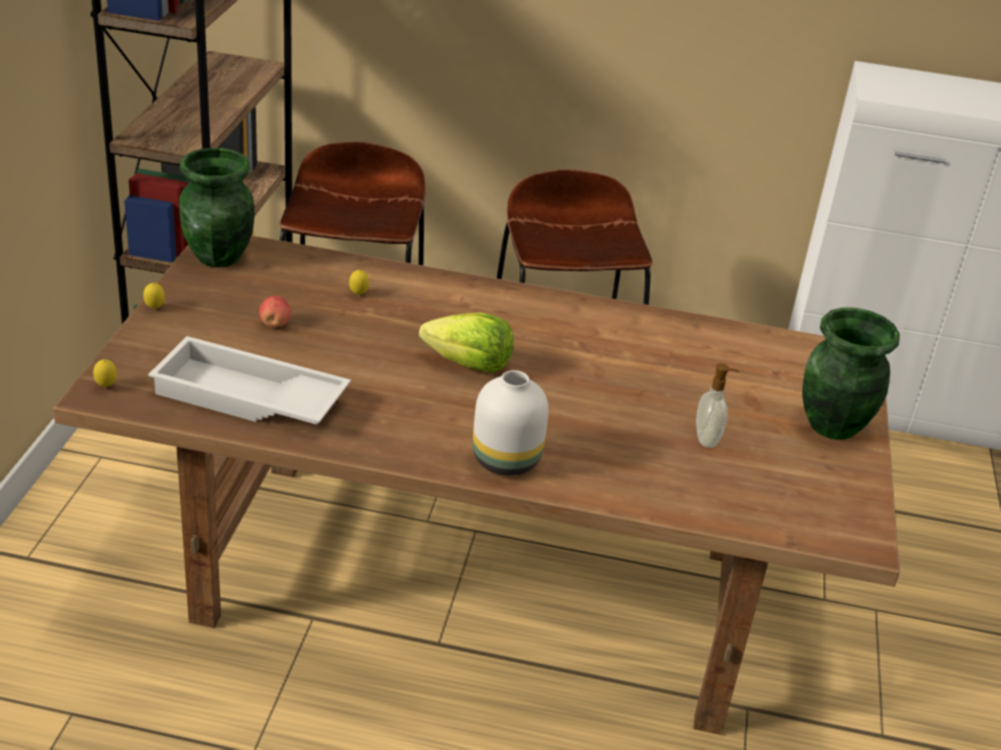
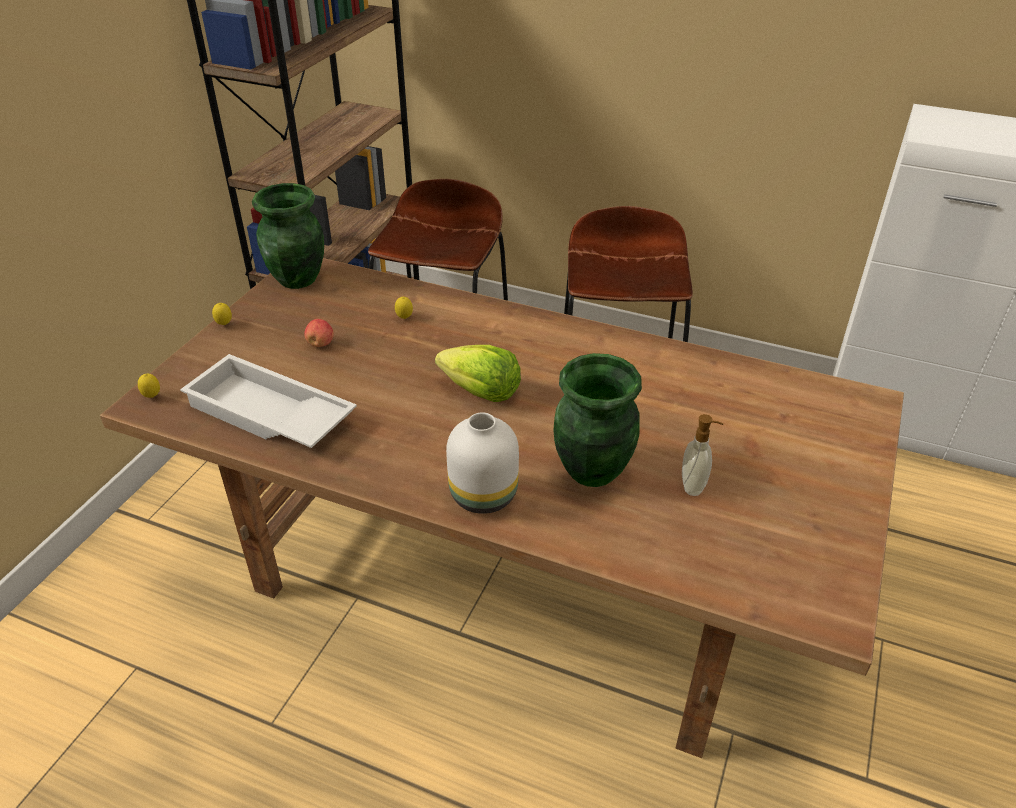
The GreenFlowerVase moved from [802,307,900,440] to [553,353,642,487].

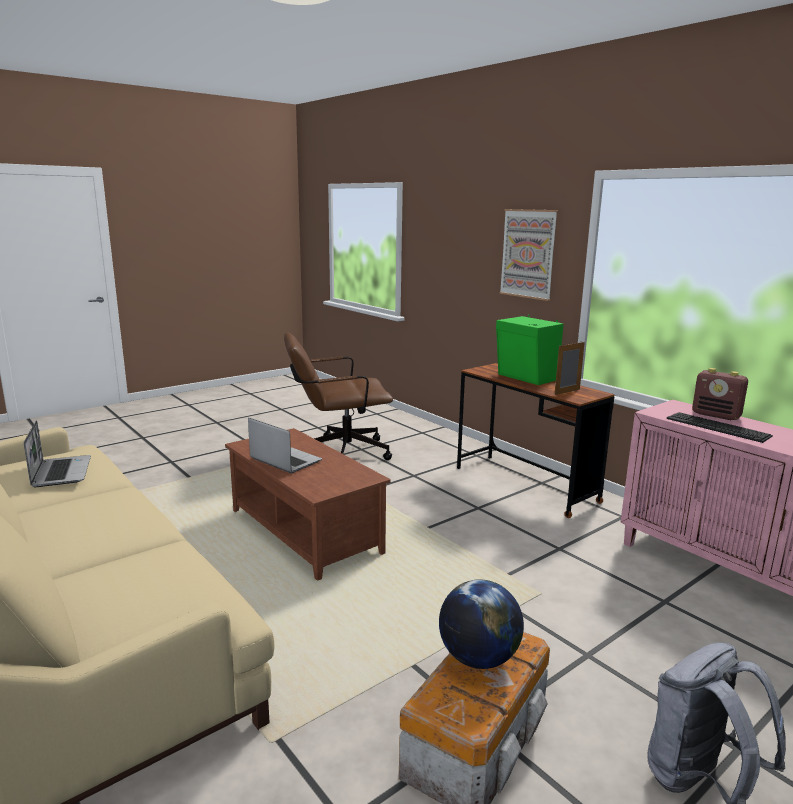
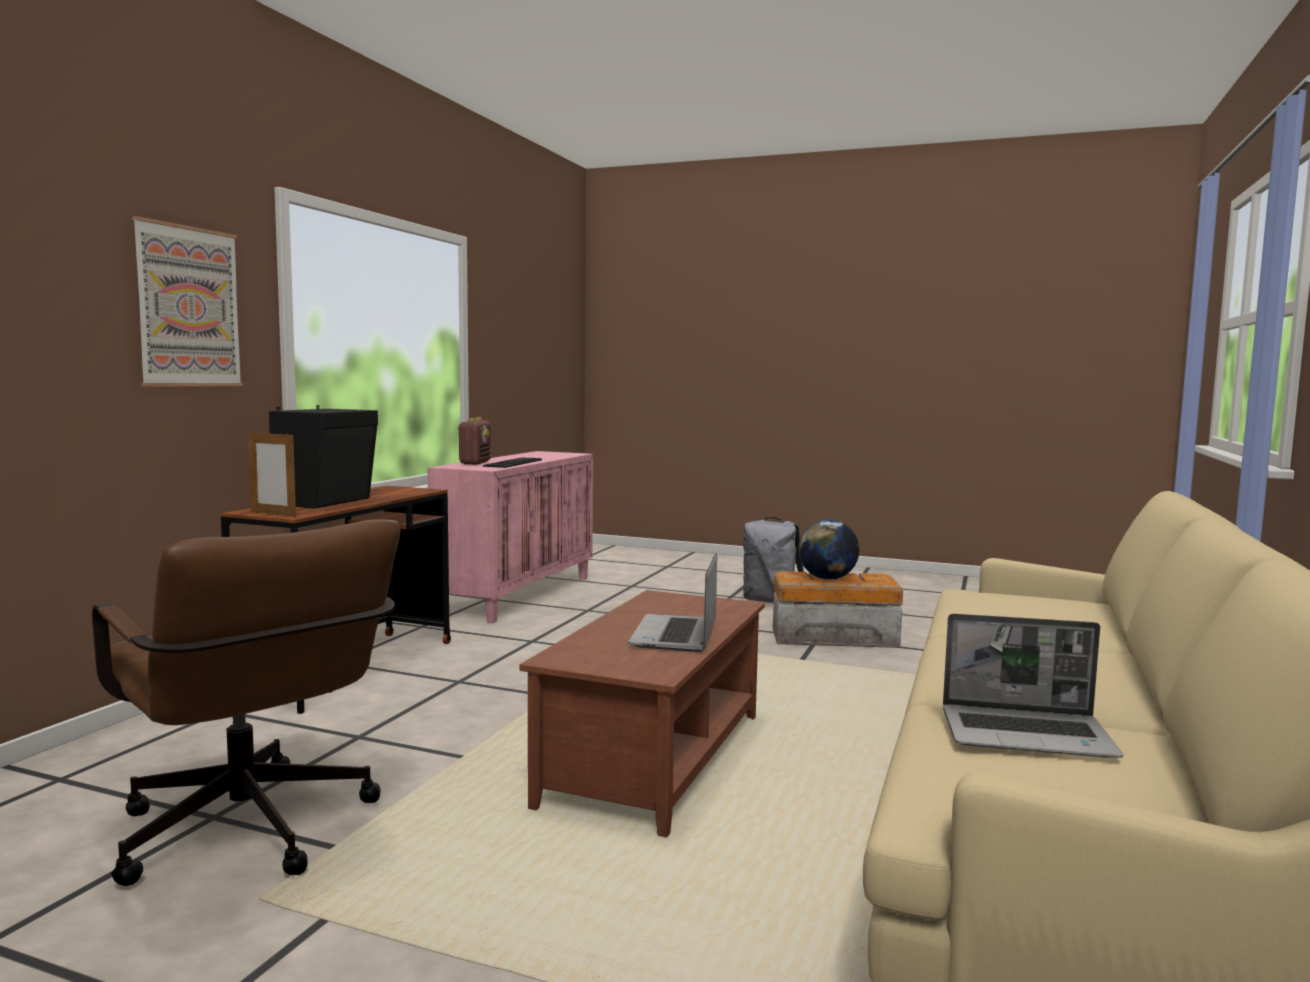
The PictureFrame moved from [554,342,585,395] to [248,432,296,517].
The GreenLoudspeaker at [496,315,564,385] became the BlackishLoudspeaker at [269,405,378,509].
The NotebookComputer at [24,420,91,487] turned 120 degrees counterclockwise.

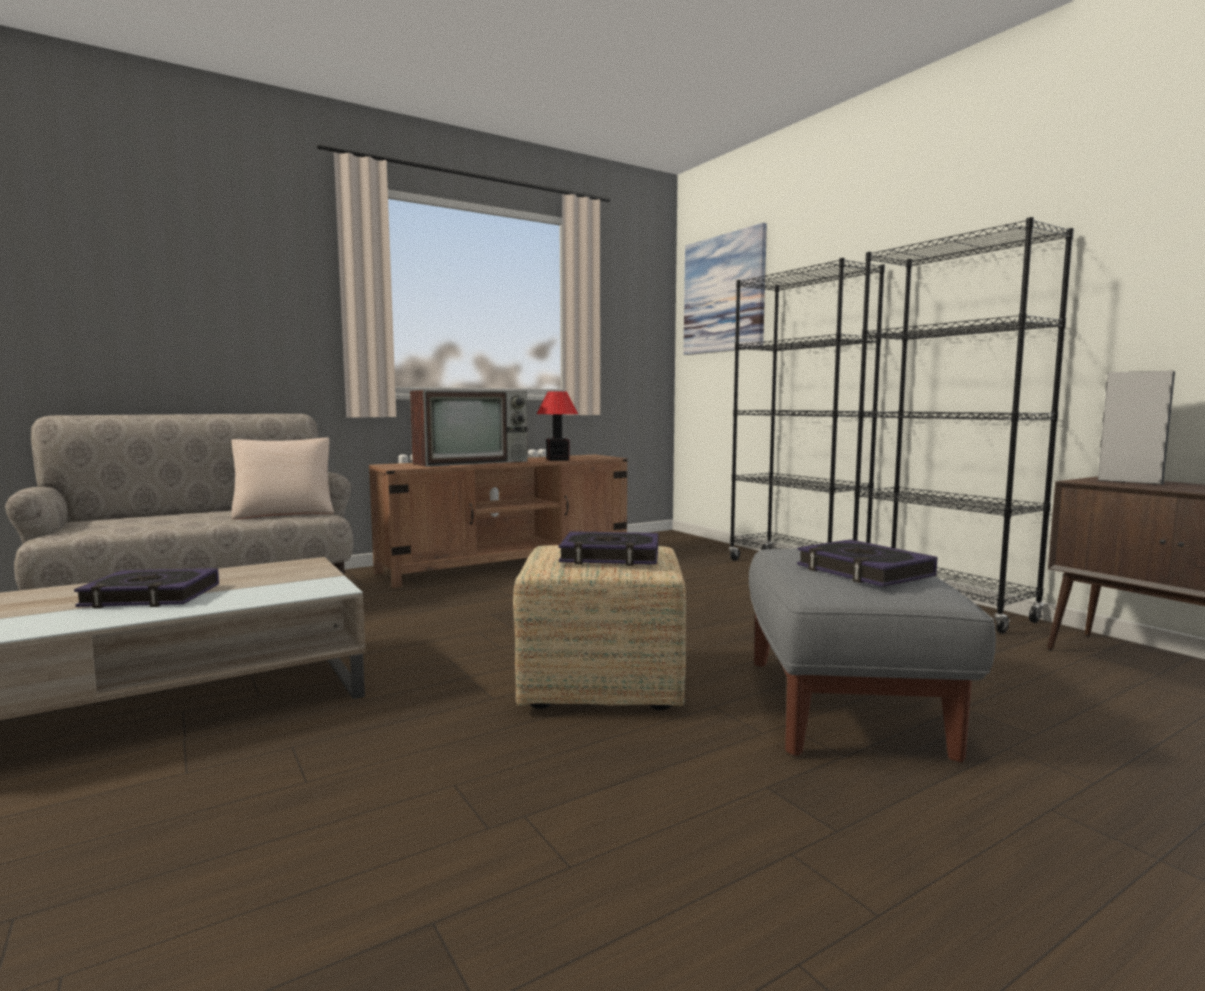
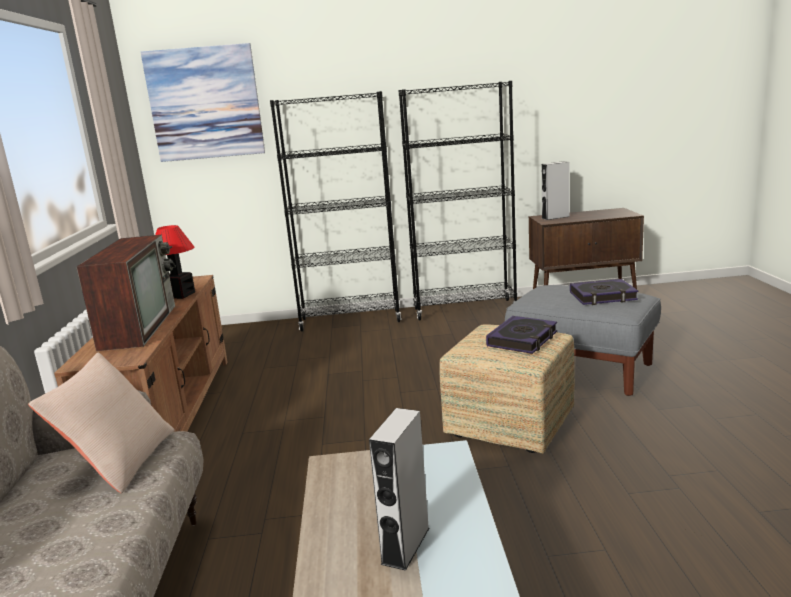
The Book at [74,568,219,609] was replaced by the GreyLoudspeaker at [369,408,429,571].

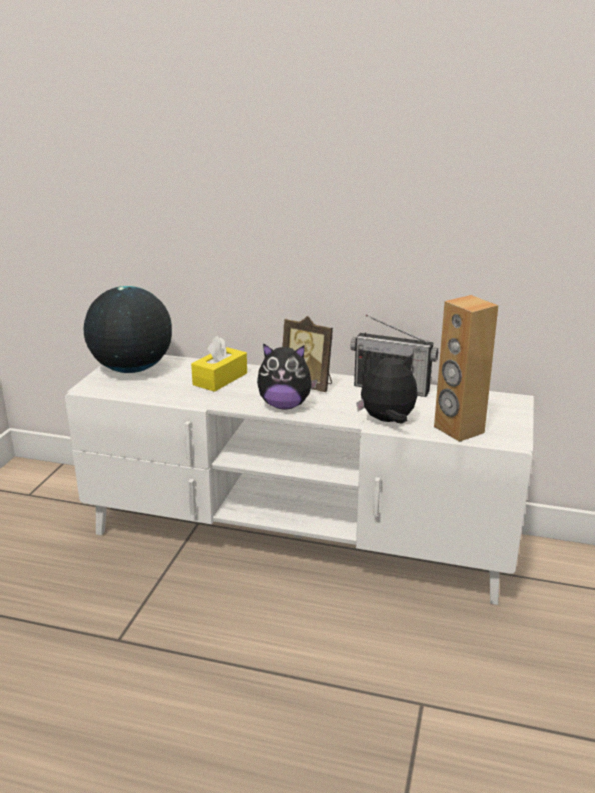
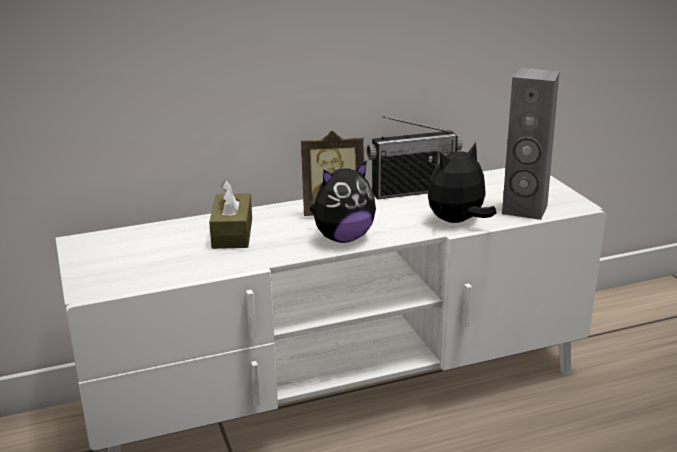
The Globe at [84,286,172,373] disappeared.
The YellowishTissueHolder at [191,336,247,392] became the BrownishTissueHolder at [209,180,252,249].
The BrownishLoudspeaker at [434,295,498,442] became the GreyLoudspeaker at [502,68,560,220].

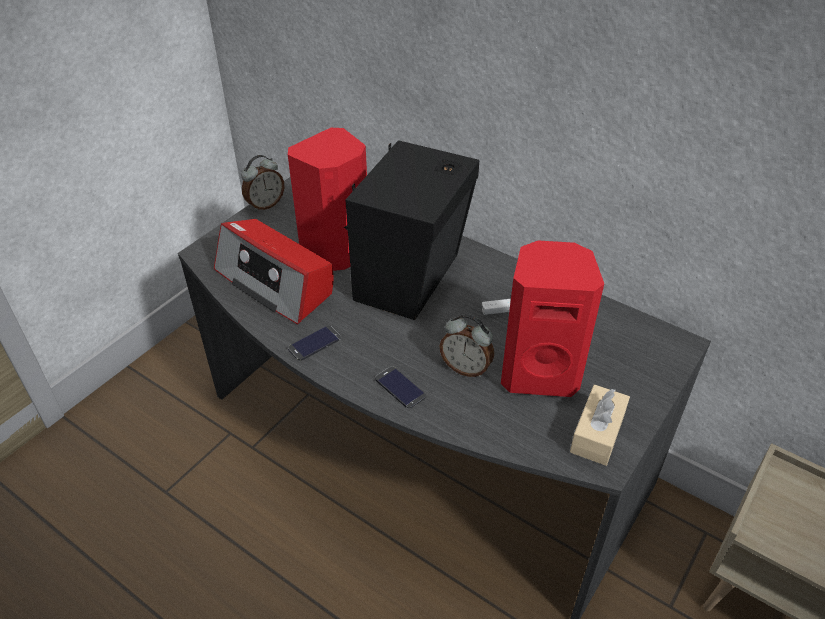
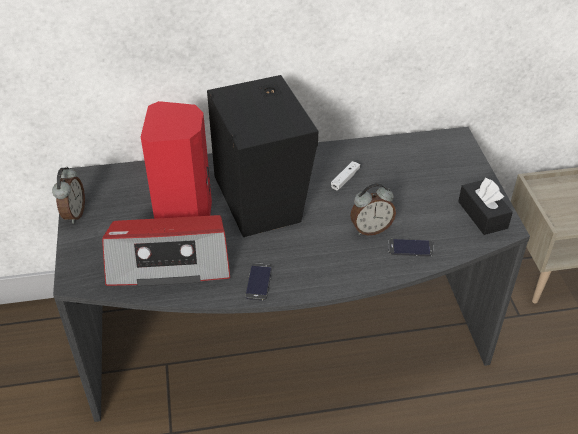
The RedLoudspeaker at [501,241,604,397] disappeared.
The Handset moved from [375,366,426,409] to [388,239,434,257].
The SandColouredTissueHolder at [570,385,630,466] became the BlackishTissueHolder at [458,178,513,235].

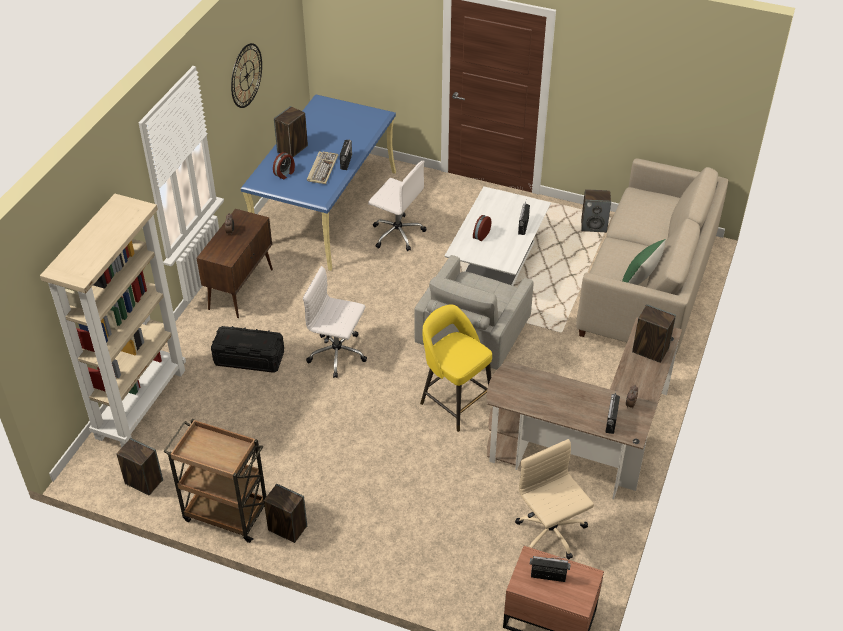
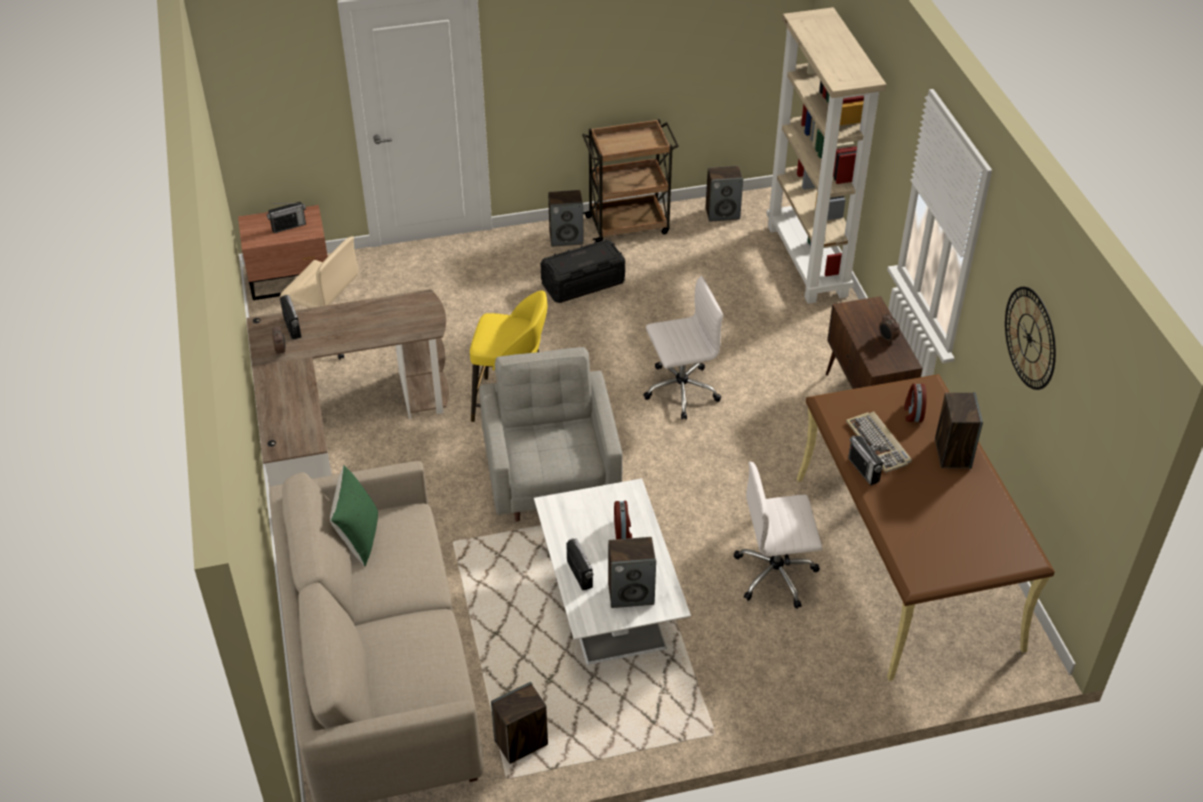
The BlackishStorageBin moved from [211,326,284,373] to [541,240,625,303].
The Loudspeaker moved from [632,304,676,363] to [608,537,656,608].
The BlueDeskUnit at [241,95,396,271] became the BrownishDeskUnit at [797,374,1055,681].

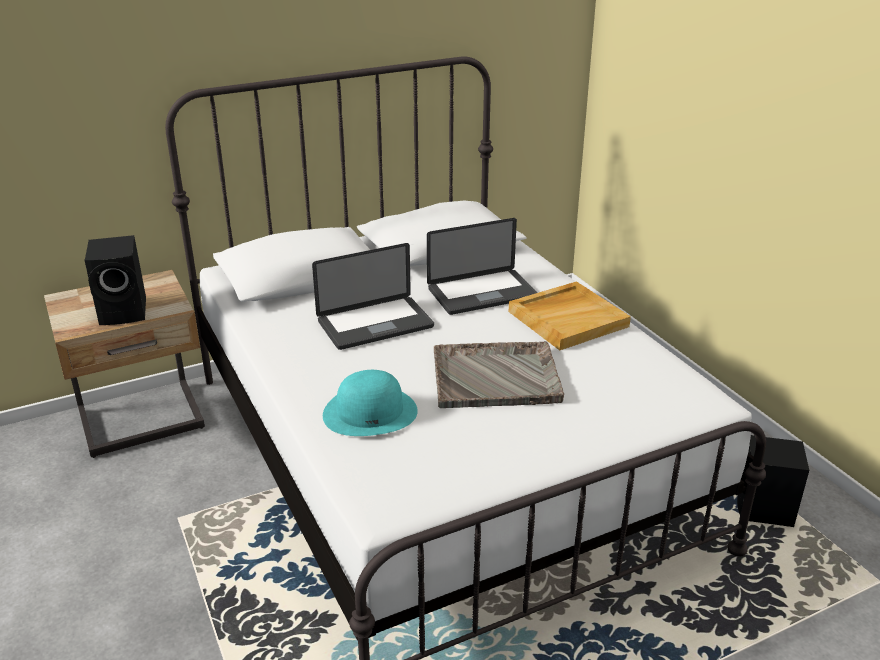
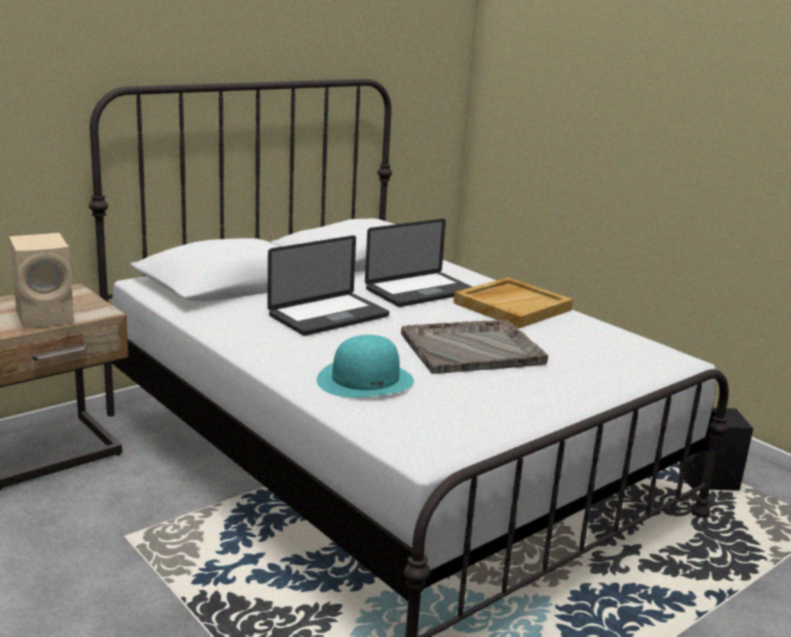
The BlackishLoudspeaker at [84,235,146,325] became the SandColouredLoudspeaker at [9,233,74,328].

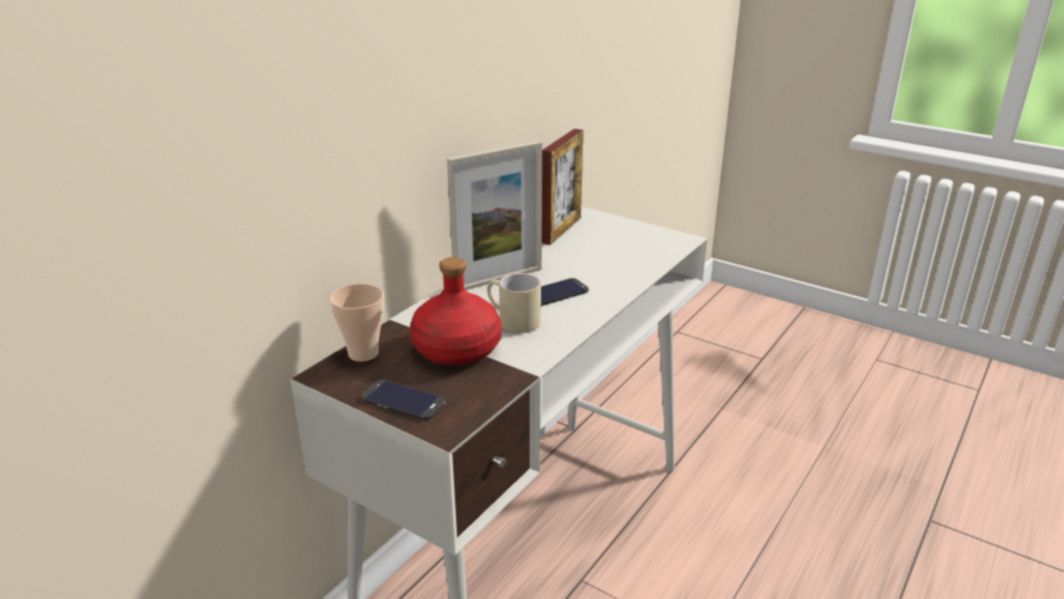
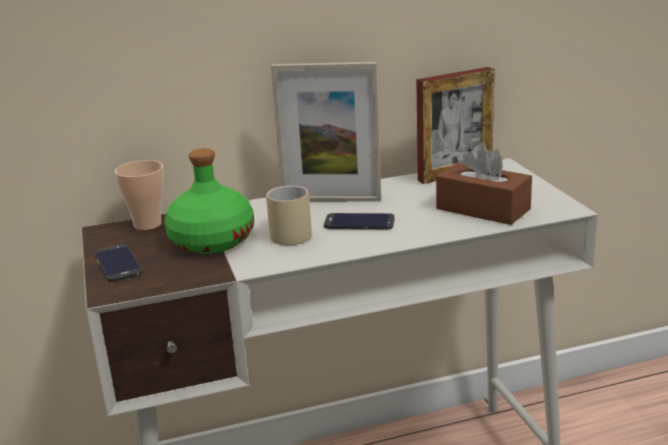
The BrownishTissueHolder at [436,142,532,225] appeared.
The RedBeverageBottle at [410,257,502,365] became the GreenBeverageBottle at [165,148,254,254].

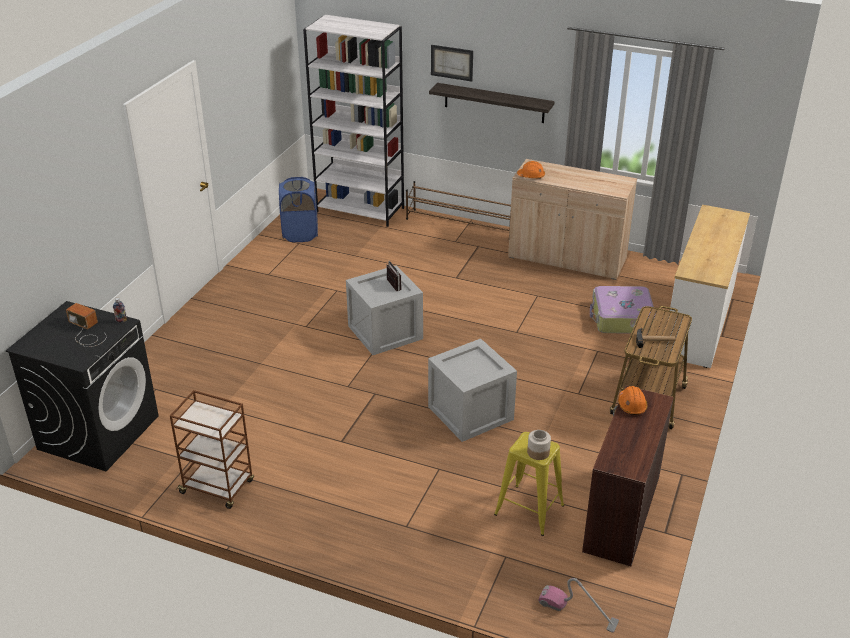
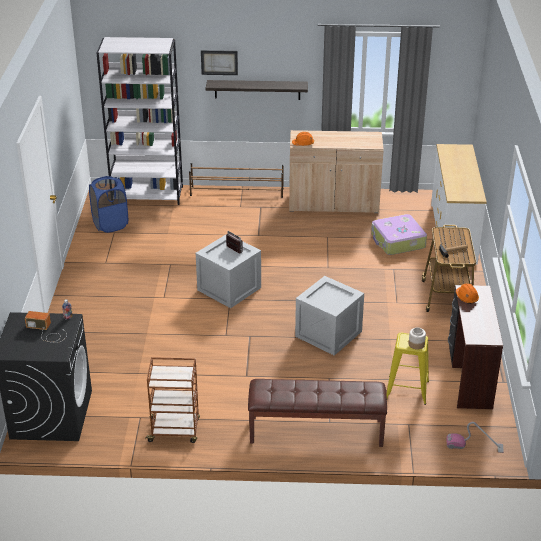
The BrownishIndoorBench at [248,379,387,447] appeared.

